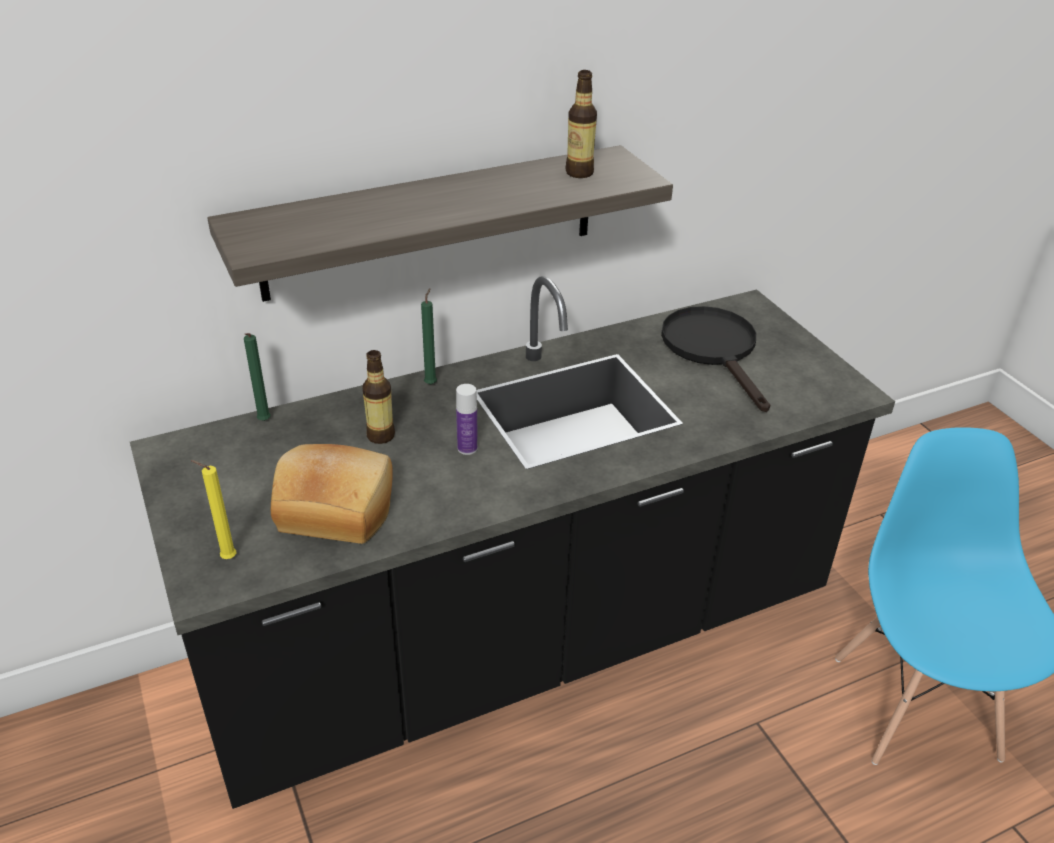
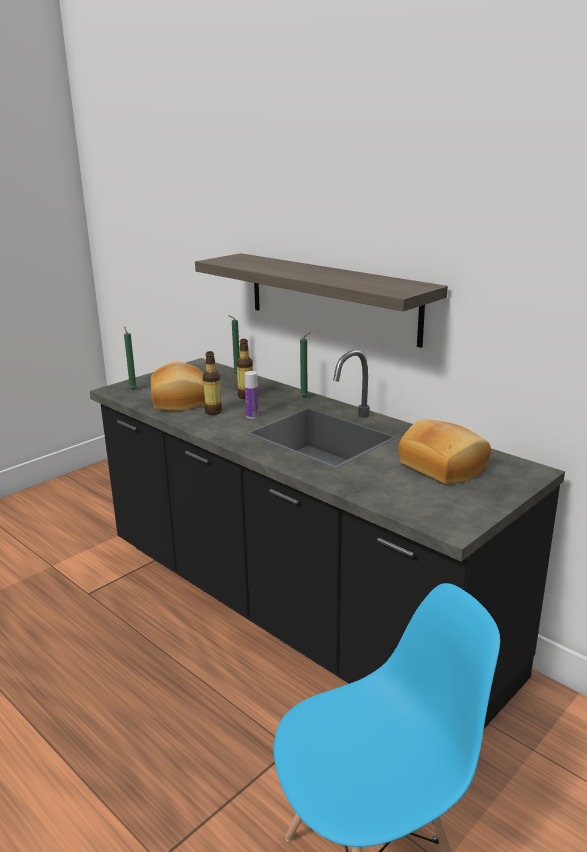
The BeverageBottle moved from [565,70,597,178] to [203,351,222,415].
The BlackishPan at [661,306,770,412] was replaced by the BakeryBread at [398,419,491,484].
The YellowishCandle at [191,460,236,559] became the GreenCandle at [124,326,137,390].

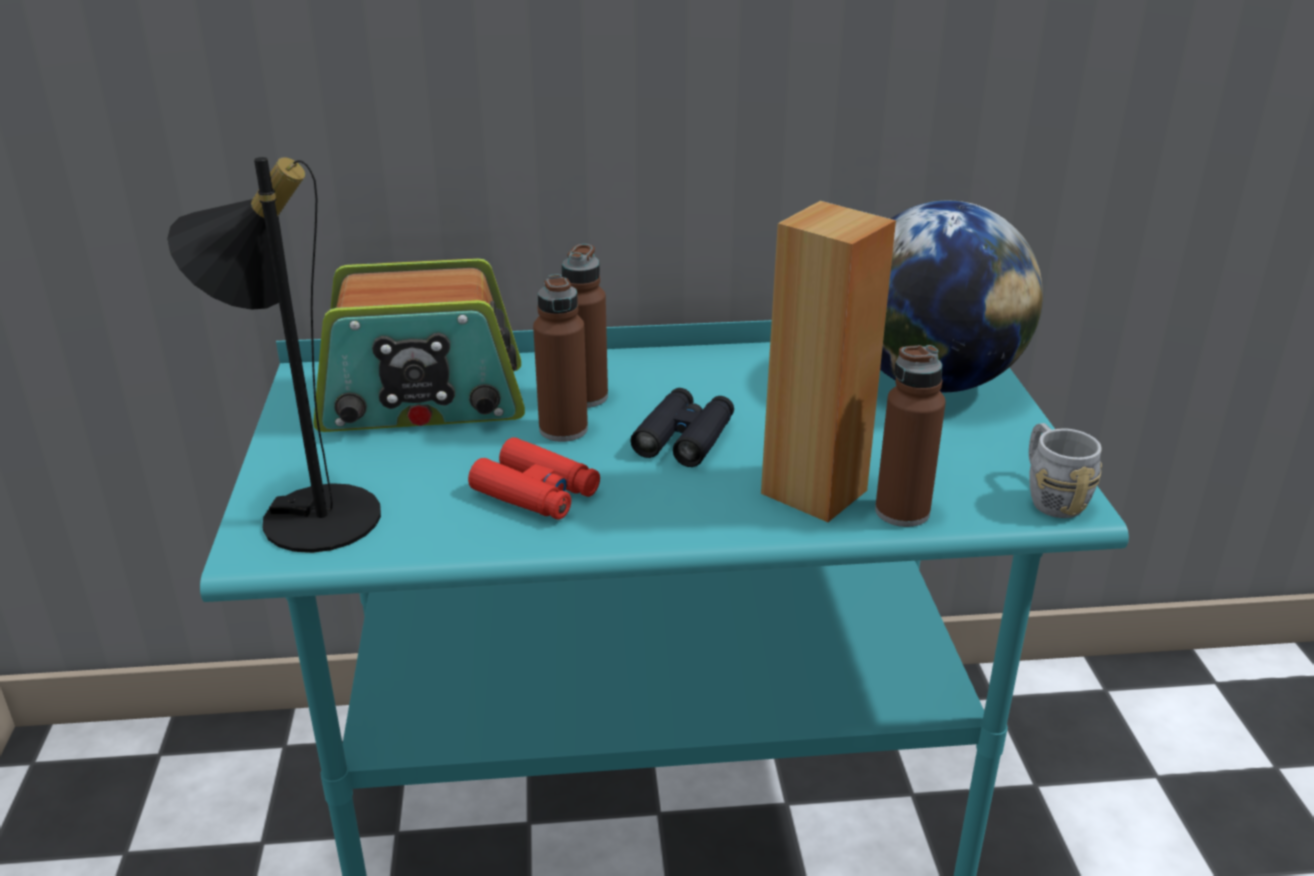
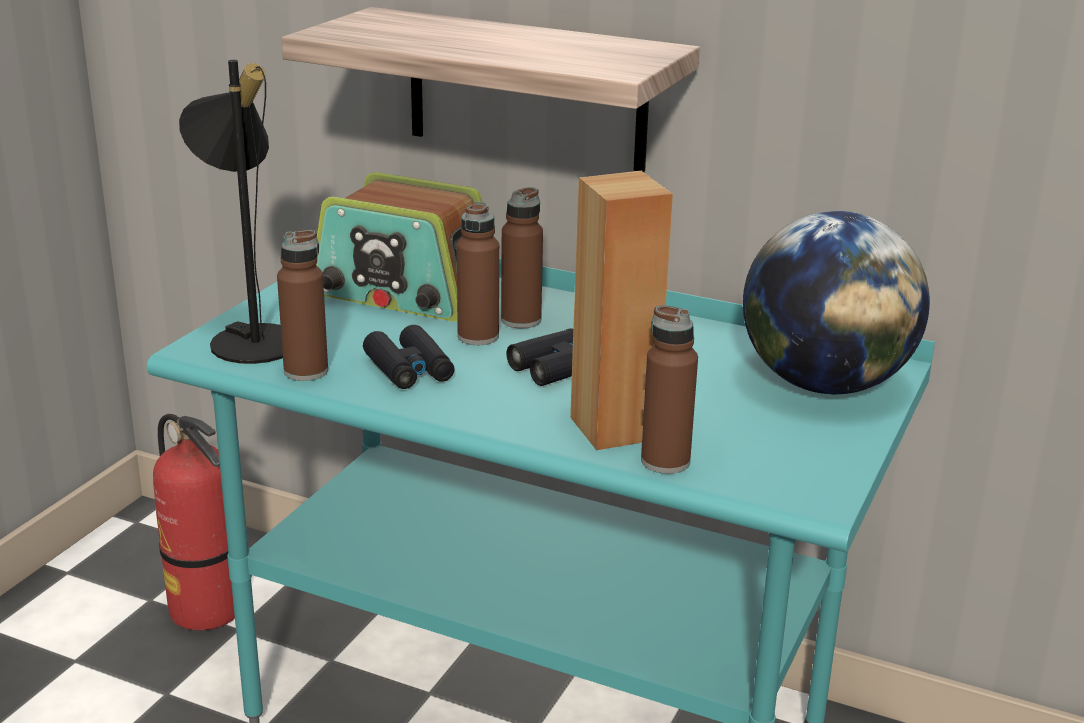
The GreyTeaMug at [1029,423,1102,518] disappeared.
The Extinguisher at [153,414,235,631] appeared.
The BrownishBeverageBottle at [277,230,328,381] appeared.
The Shelf at [281,7,700,172] appeared.
The RedFieldGlasses at [468,437,600,520] became the BlackishFieldGlasses at [363,325,455,389].

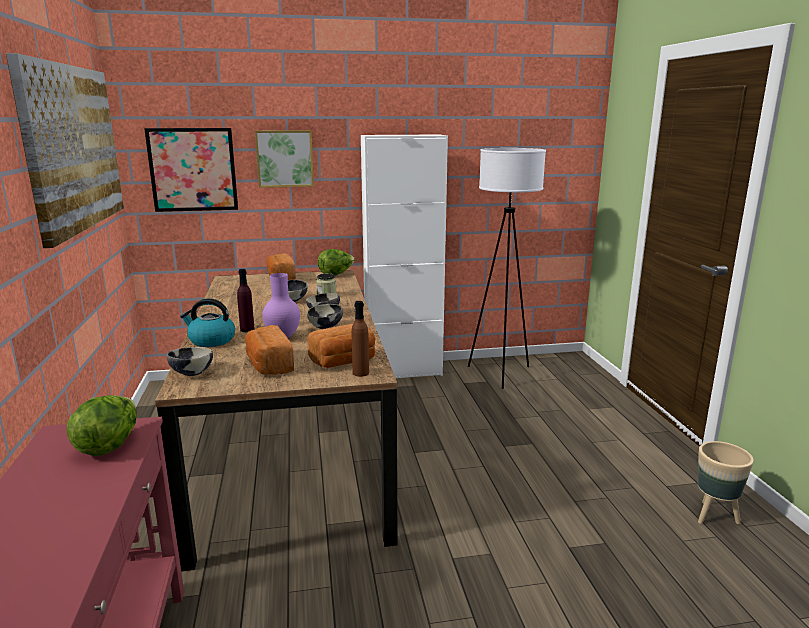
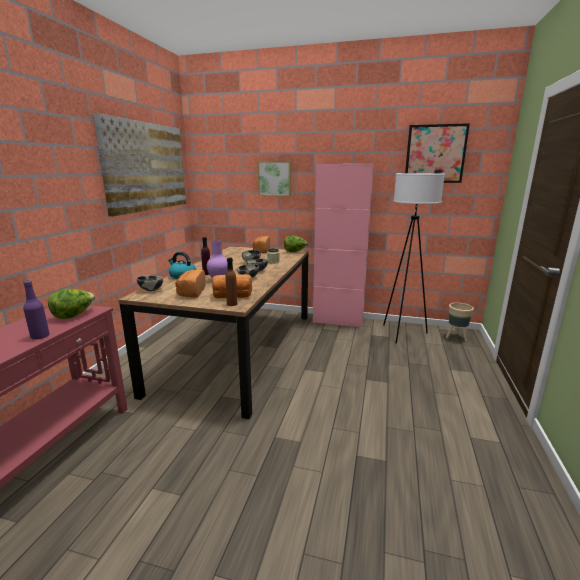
The PurplishBeverageBottle at [23,280,50,339] appeared.
The WallArt moved from [144,128,238,212] to [405,123,470,183].
The SandColouredPlantPot moved from [697,441,754,524] to [446,303,474,342].
The WhiteColouredStorageCabinet at [361,134,448,378] became the PinkStorageCabinet at [313,163,374,328].

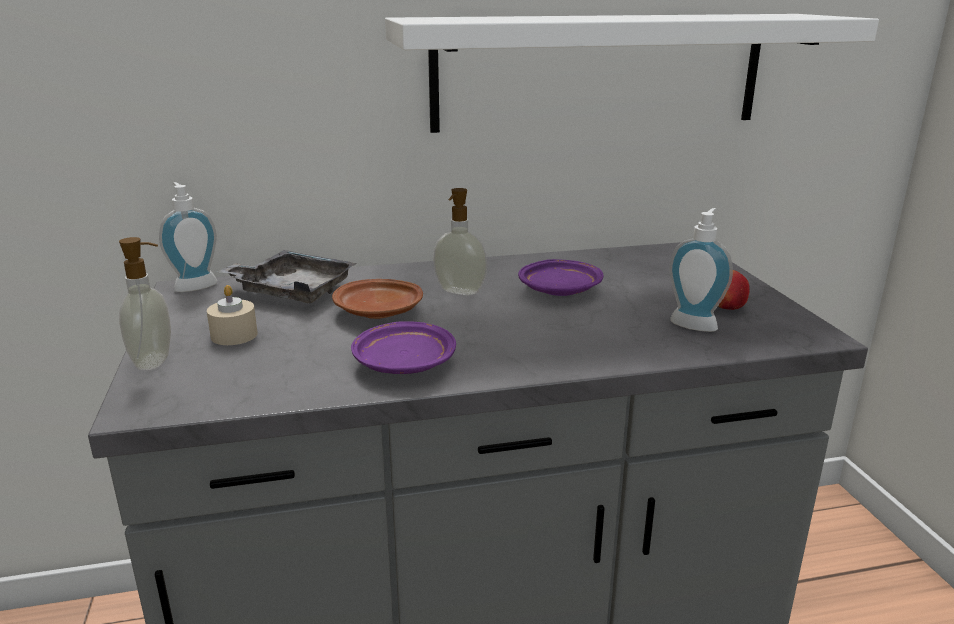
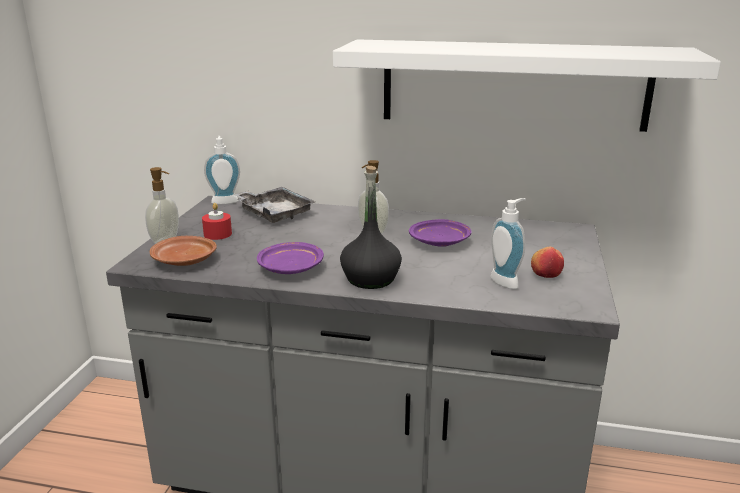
The BlackishBeverageBottle at [340,166,402,289] appeared.
The BrownishFlatDish moved from [332,279,423,319] to [150,236,217,266].
The SandColouredCandle at [207,285,258,345] became the RedCandle at [202,203,232,240].

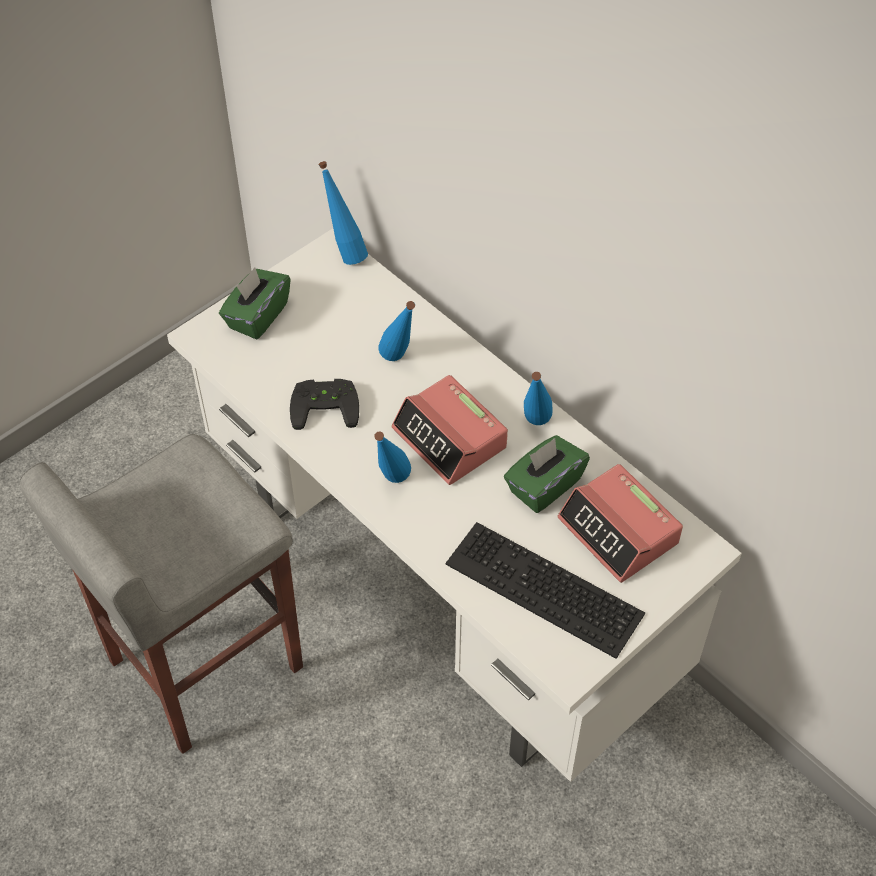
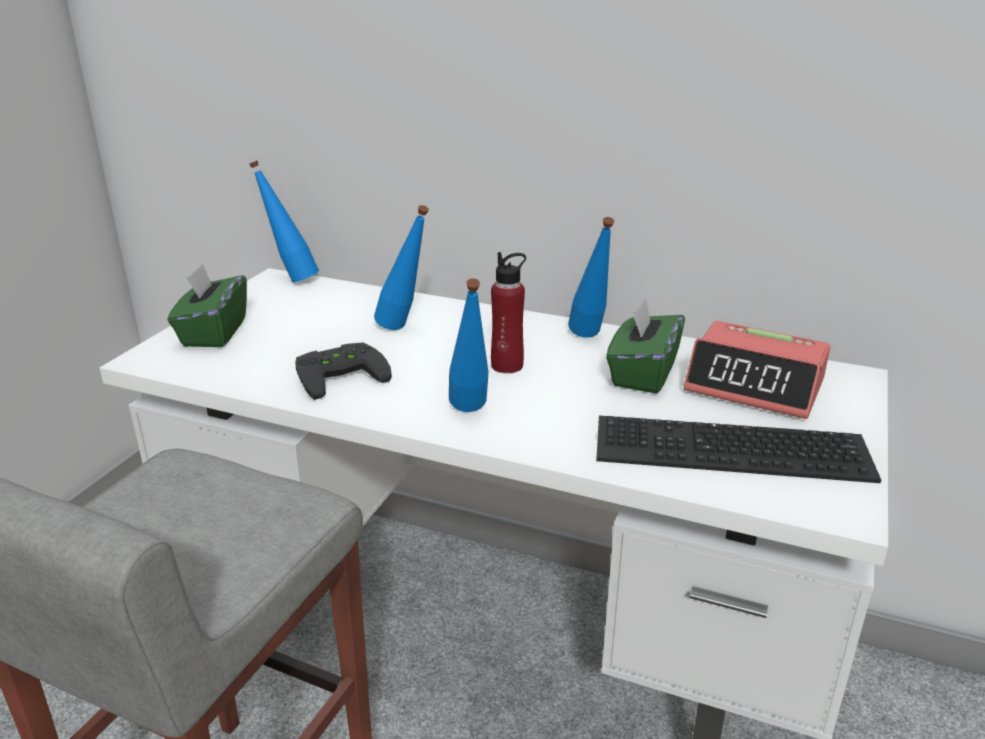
The BedsideClock at [391,375,508,485] was replaced by the RedBeverageBottle at [491,252,526,373].

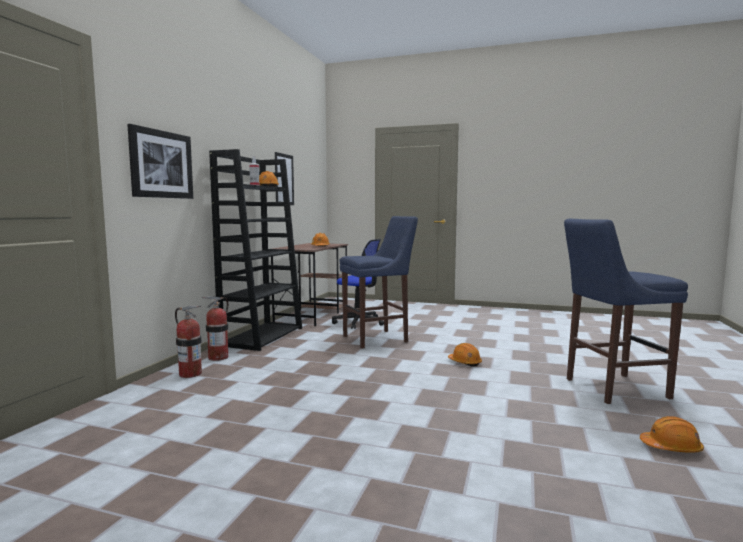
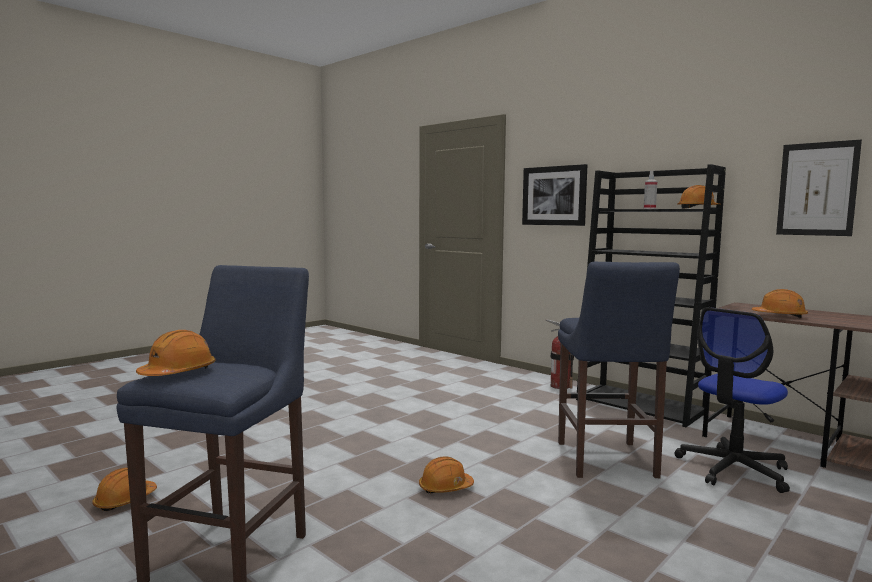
The Extinguisher at [175,306,202,378] disappeared.
The OrangeWorkHelmet at [136,330,216,376] appeared.

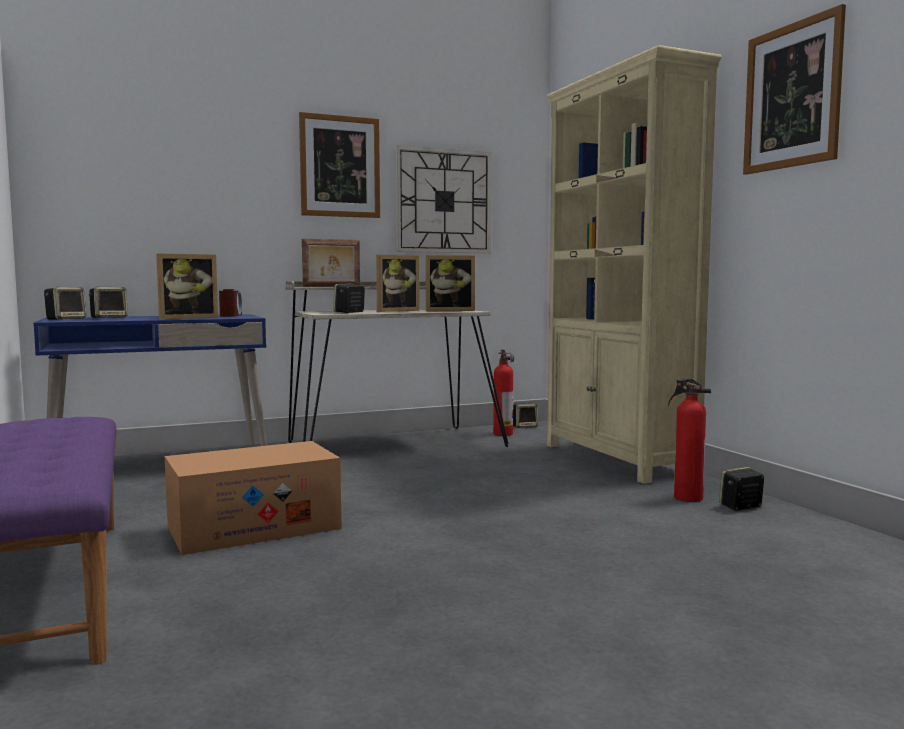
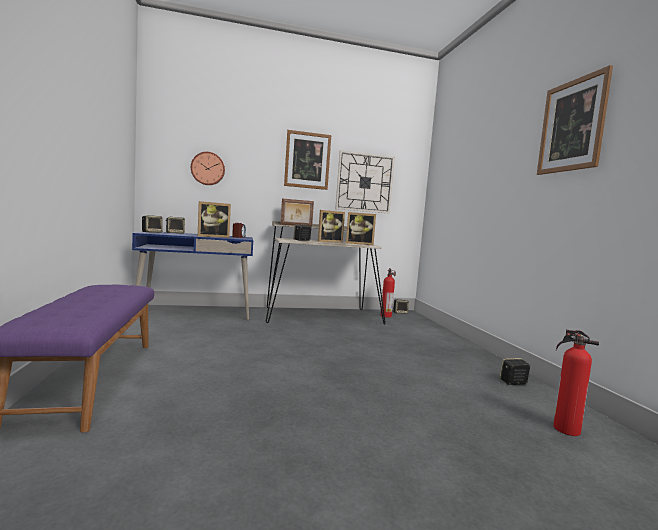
The Carton at [165,441,342,555] disappeared.
The SandColouredBookcase at [546,45,722,484] disappeared.
The HangingClock at [191,152,225,185] appeared.
The Extinguisher moved from [668,379,711,502] to [553,329,599,436].

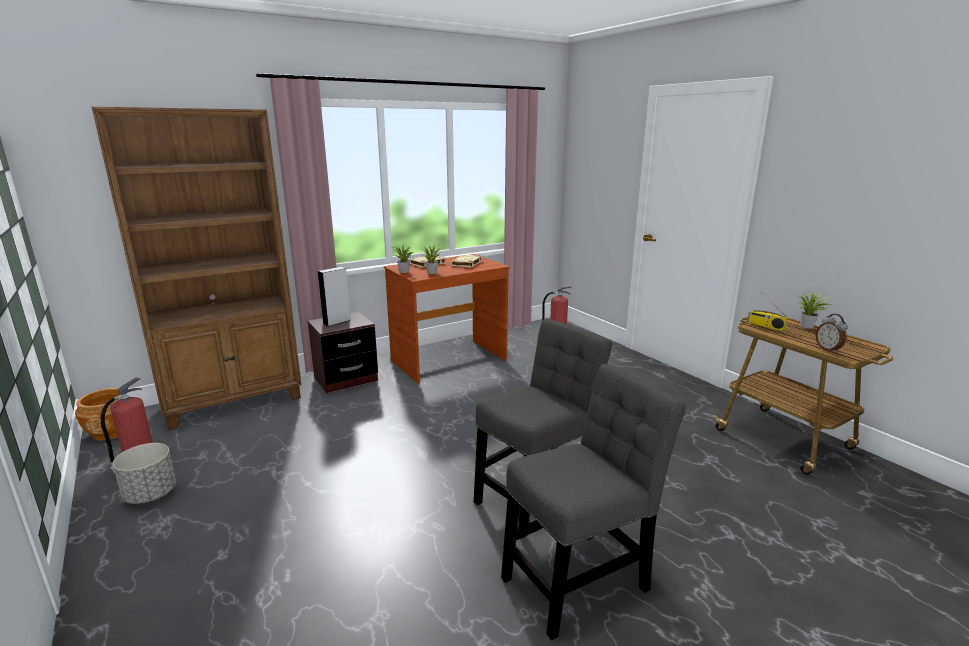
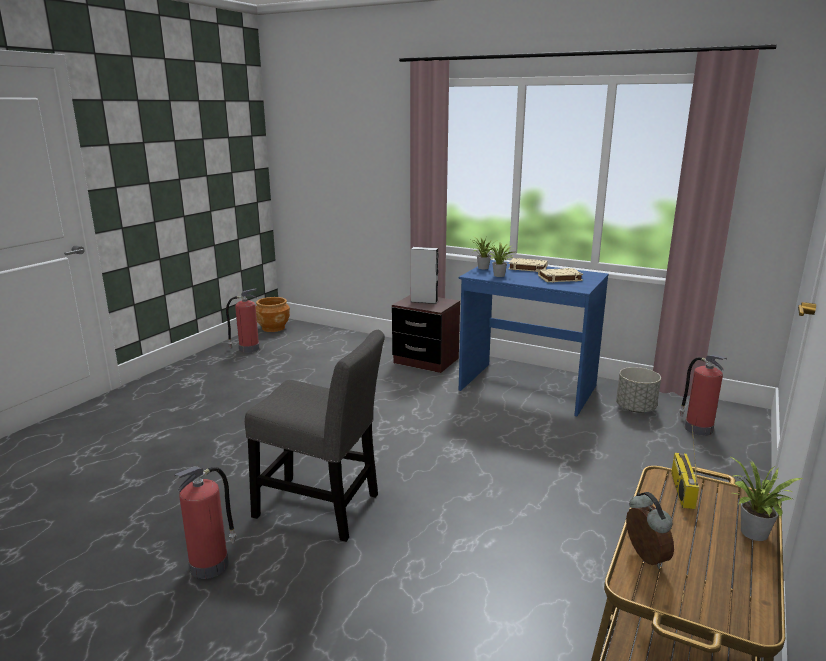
The BrownishBookcase at [92,107,302,430] disappeared.
The GreyPlantPot moved from [113,443,176,504] to [616,367,661,413].
The GreyUprightChair at [501,364,686,640] was replaced by the Extinguisher at [173,466,236,579].
The BrownishDeskUnit at [384,254,510,384] became the BlueDeskUnit at [459,260,608,416].
The BedsideClock at [816,314,848,353] turned 120 degrees clockwise.

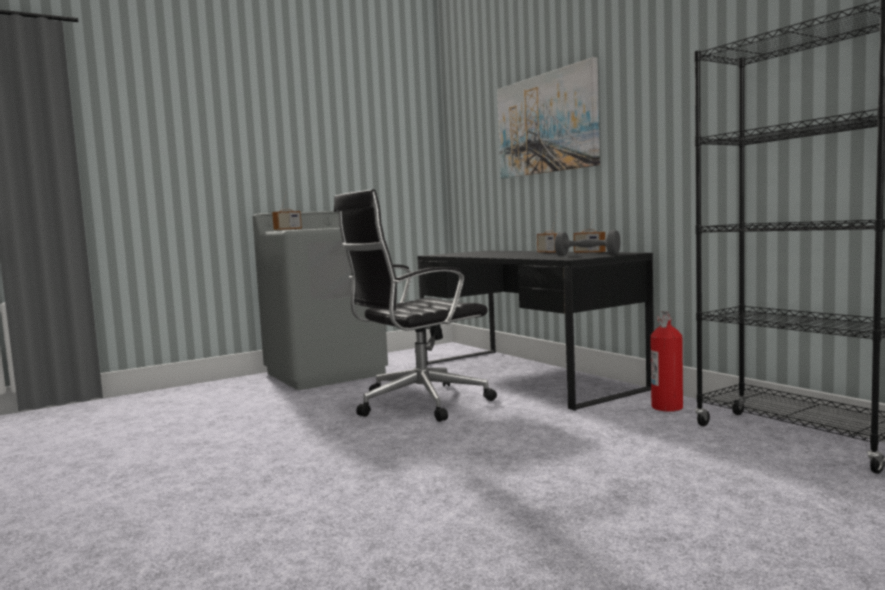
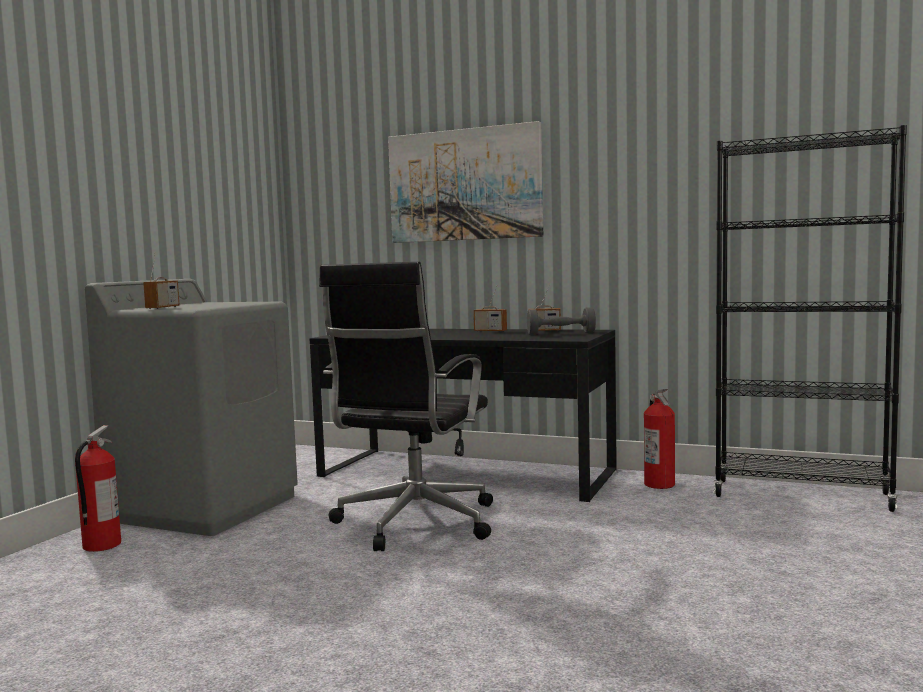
The Extinguisher at [75,425,121,552] appeared.

